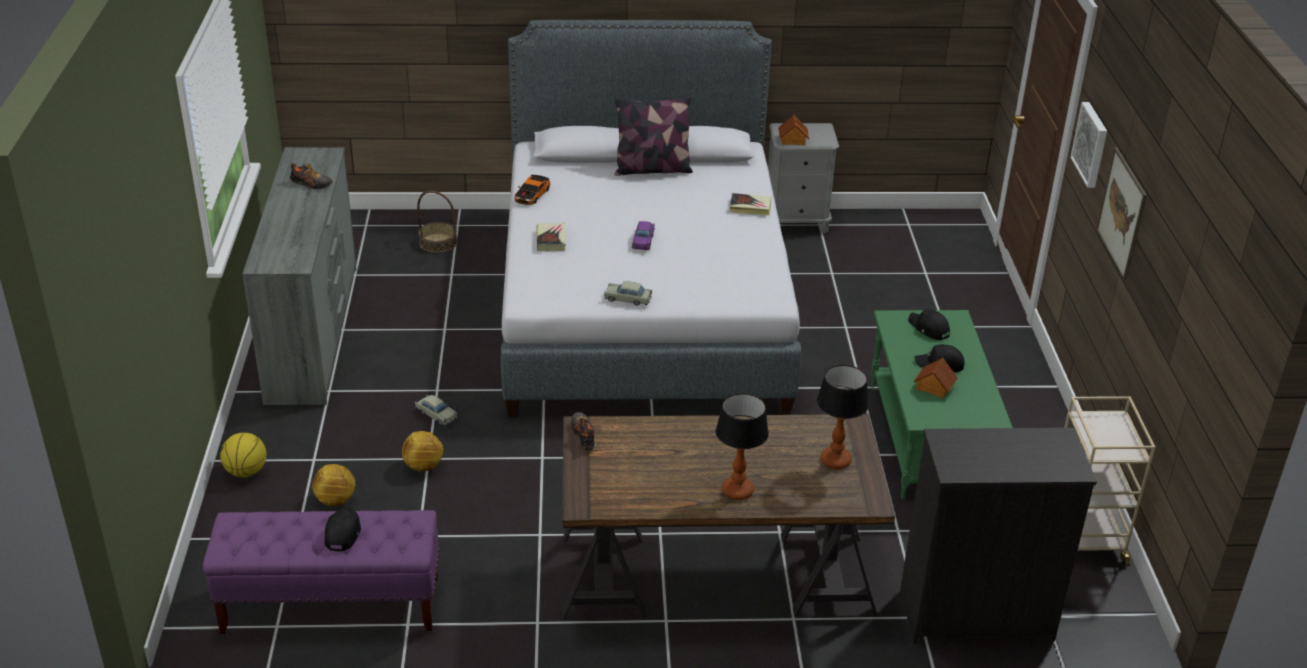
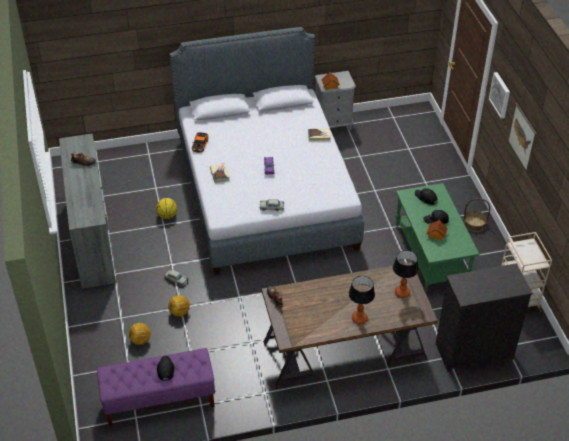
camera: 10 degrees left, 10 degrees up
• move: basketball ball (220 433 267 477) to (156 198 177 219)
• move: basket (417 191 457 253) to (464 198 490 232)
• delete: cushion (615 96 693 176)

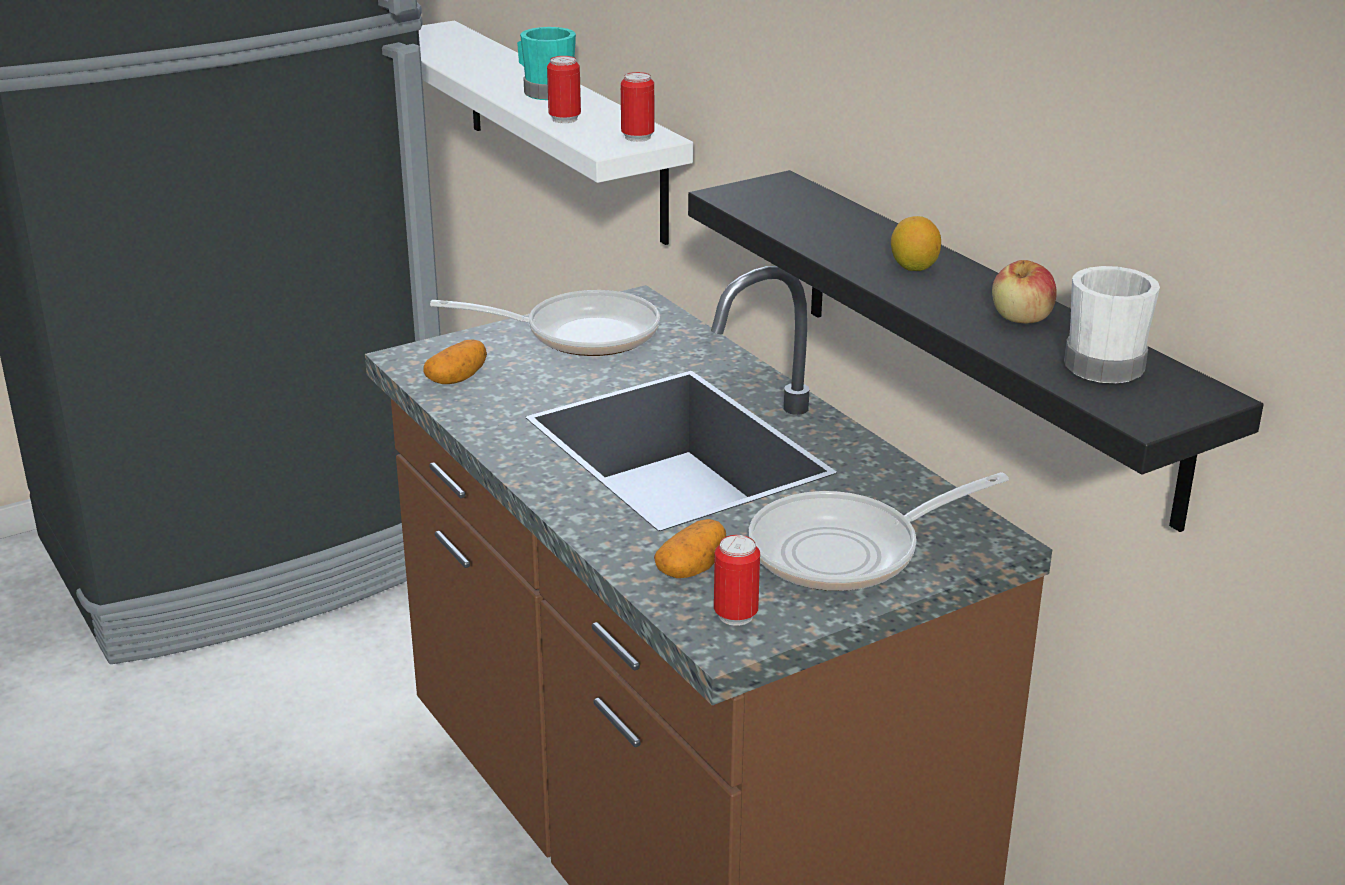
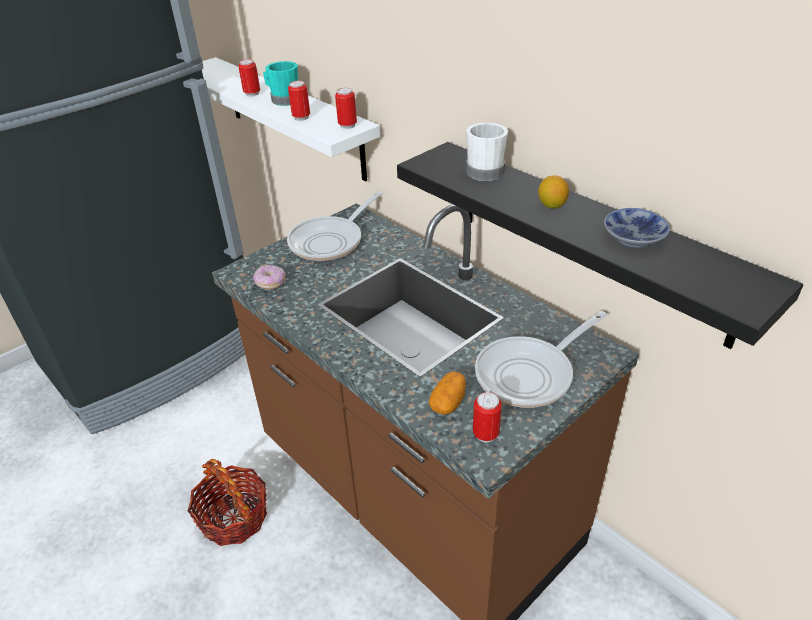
camera: 10 degrees left, 10 degrees up
• replace: spud (423 340 487 384) to doughnut (253 265 285 289)
• rotate: skillet (430 290 660 356) = (287 191 383 261) 135 degrees clockwise
• replace: apple (992 260 1057 324) to serving bowl (604 208 670 248)
• move: white mug (1064 266 1160 383) to (466 122 508 181)
• insert: basket (188 459 267 546)
• insert: sealed can (238 59 260 97)

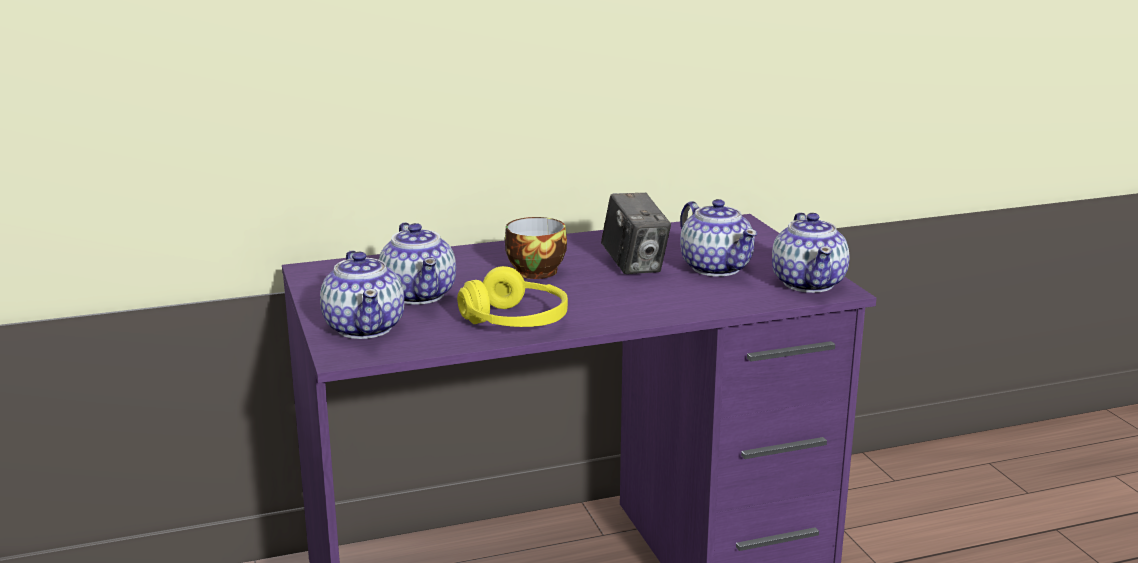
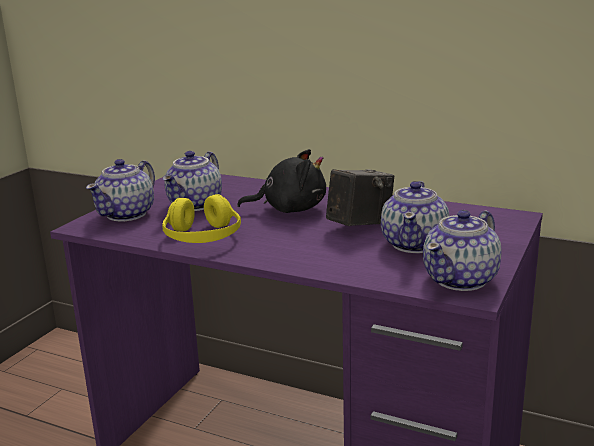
camera: 45 degrees right, 0 degrees up
• replace: cup (505 217 567 279) to black-coloured soft toy (237 149 326 213)
• rotate: photo camera (601 193 671 274) = (326 169 394 226) 150 degrees counterclockwise

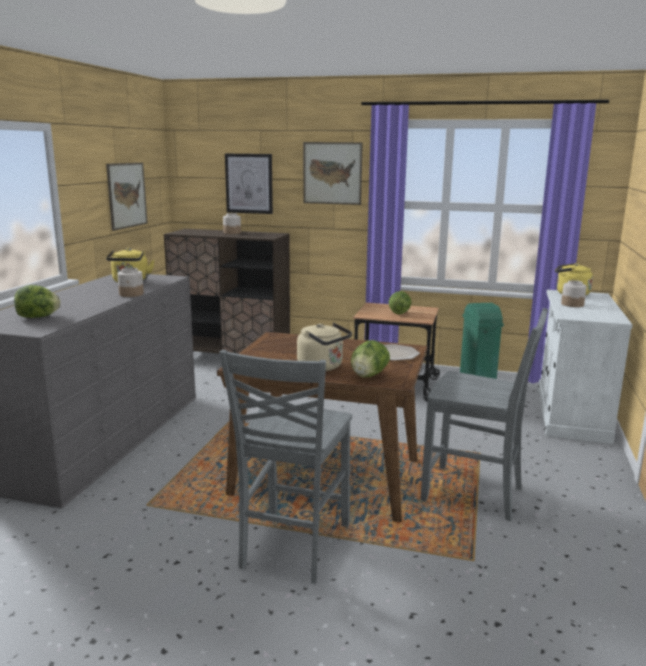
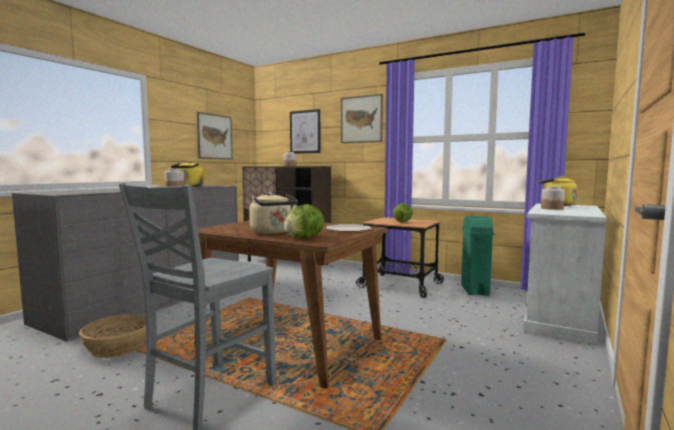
camera: 15 degrees right, 10 degrees down
• delete: head of lettuce (14 285 61 318)
• delete: greyish chair (421 308 548 521)
• insert: basket (79 314 146 358)

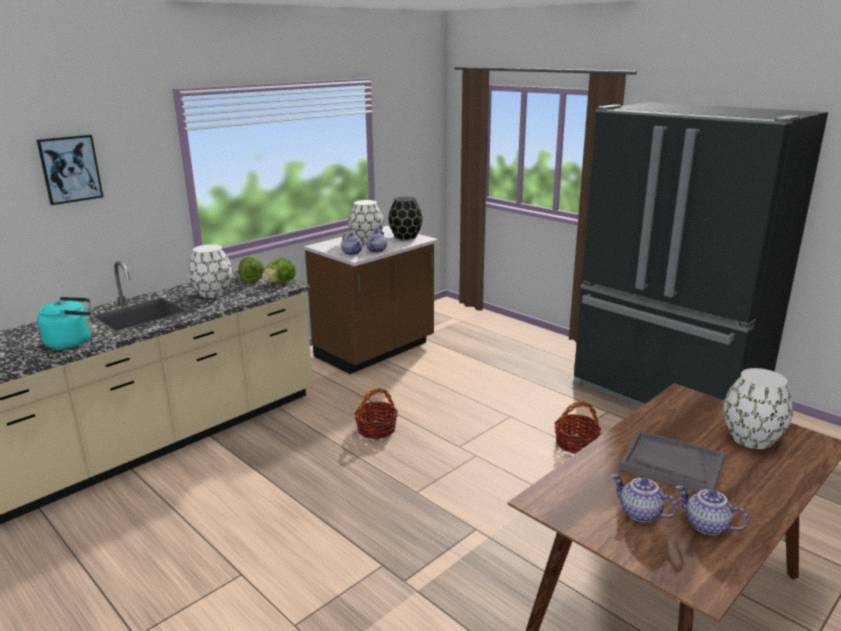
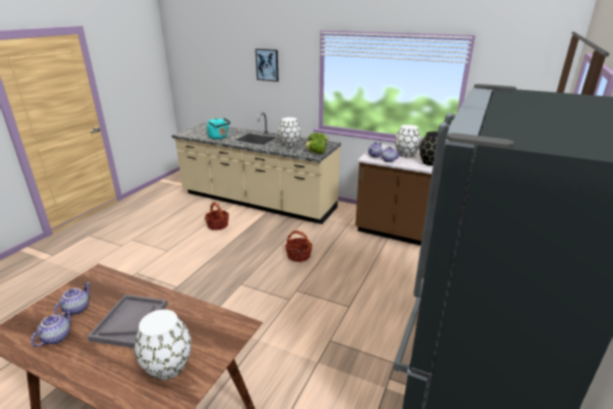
camera: 70 degrees right, 5 degrees up
• move: basket (554 401 602 454) to (205 202 229 230)

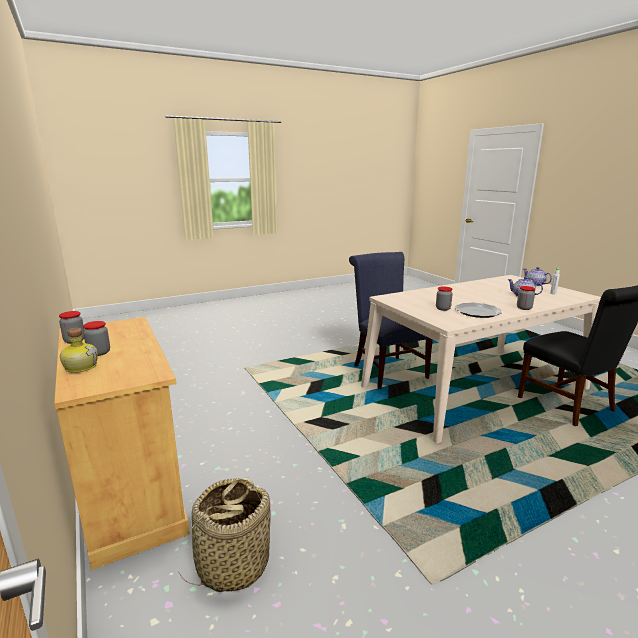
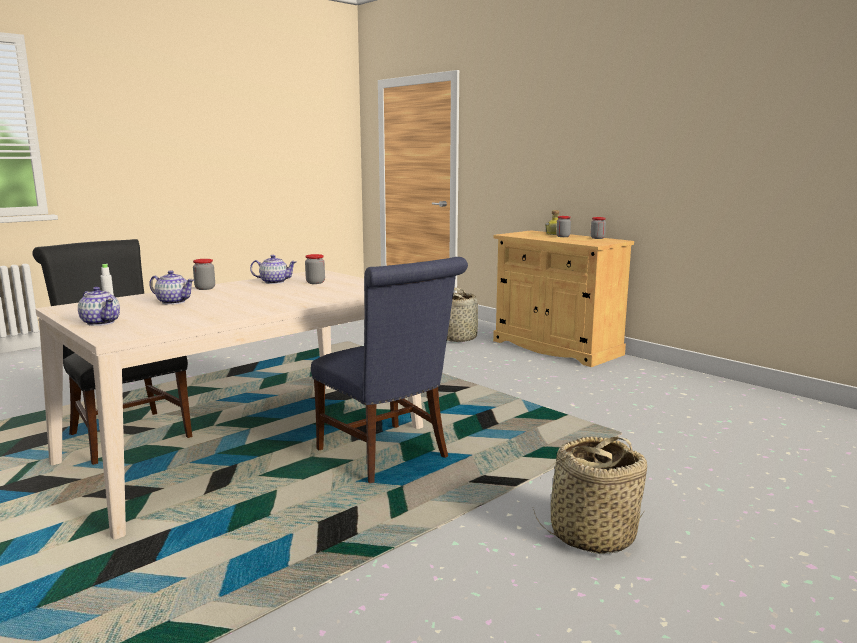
camera: 165 degrees right, 5 degrees down
• replace: dinner plate (455 303 501 318) to tea pot (250 255 296 284)
• insert: basket (533 436 647 554)

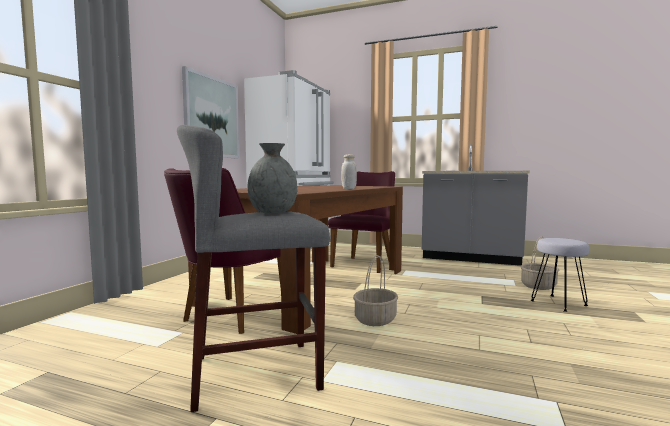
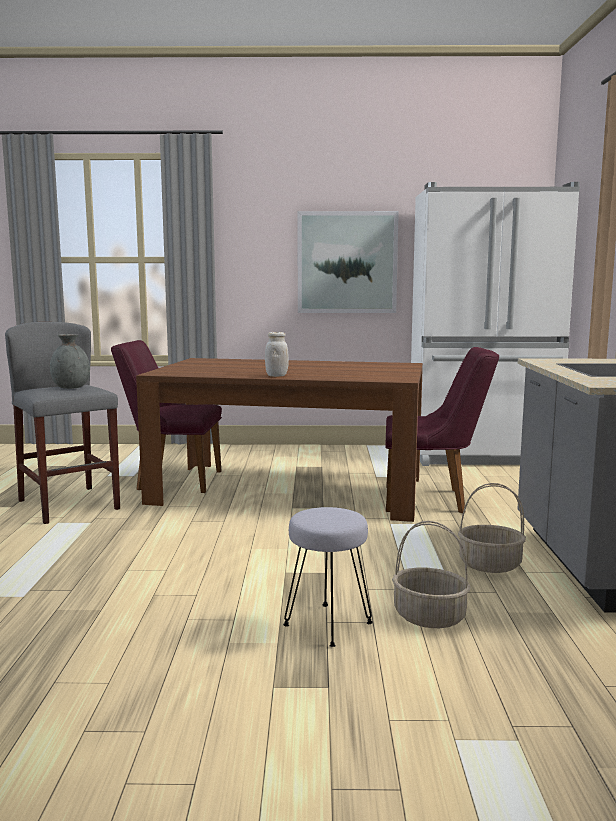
camera: 70 degrees right, 5 degrees up
• move: basket (353 255 398 326) to (458 483 526 573)

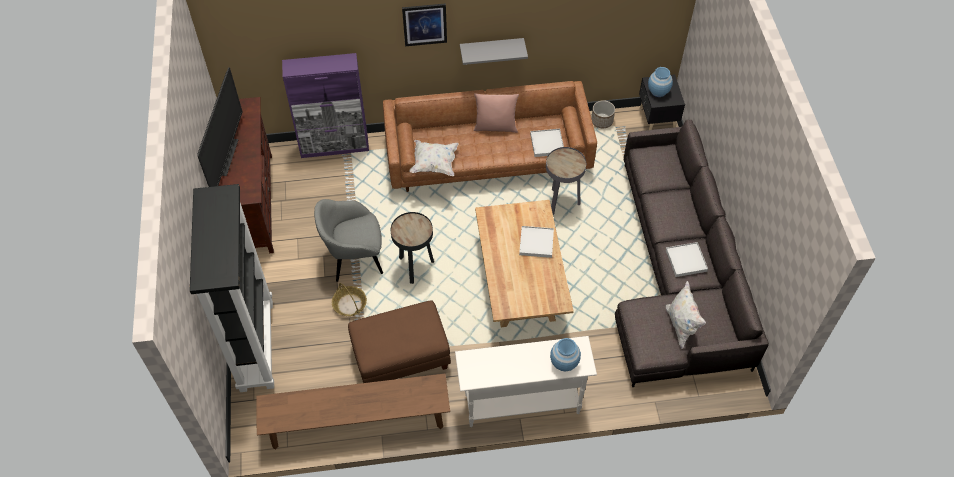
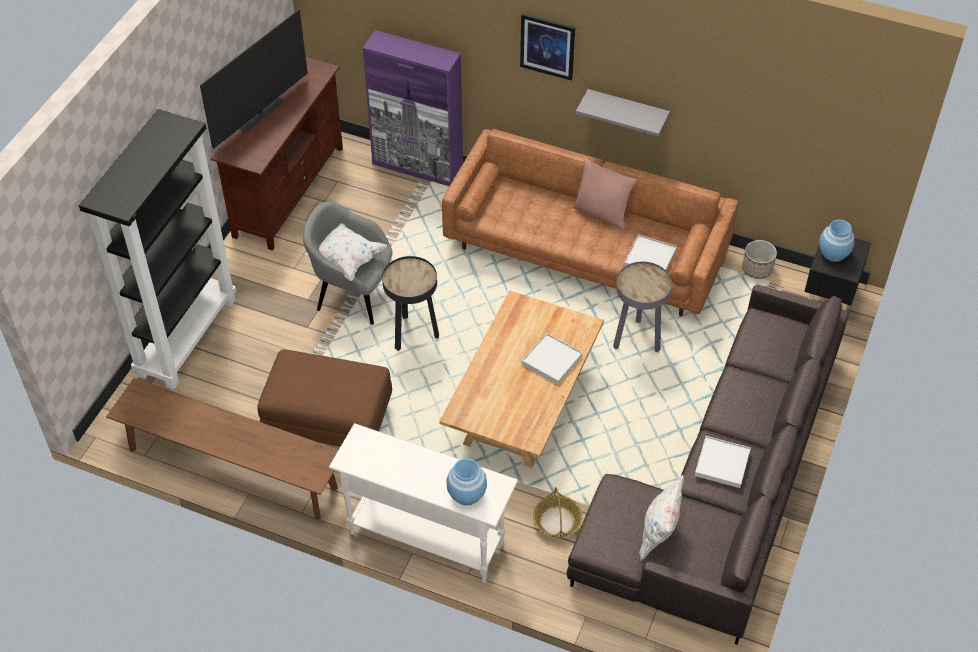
camera: 30 degrees right, 5 degrees down
• move: basket (332 283 367 316) to (533 487 582 537)
• move: white cushion (409 140 459 176) to (305 223 388 281)

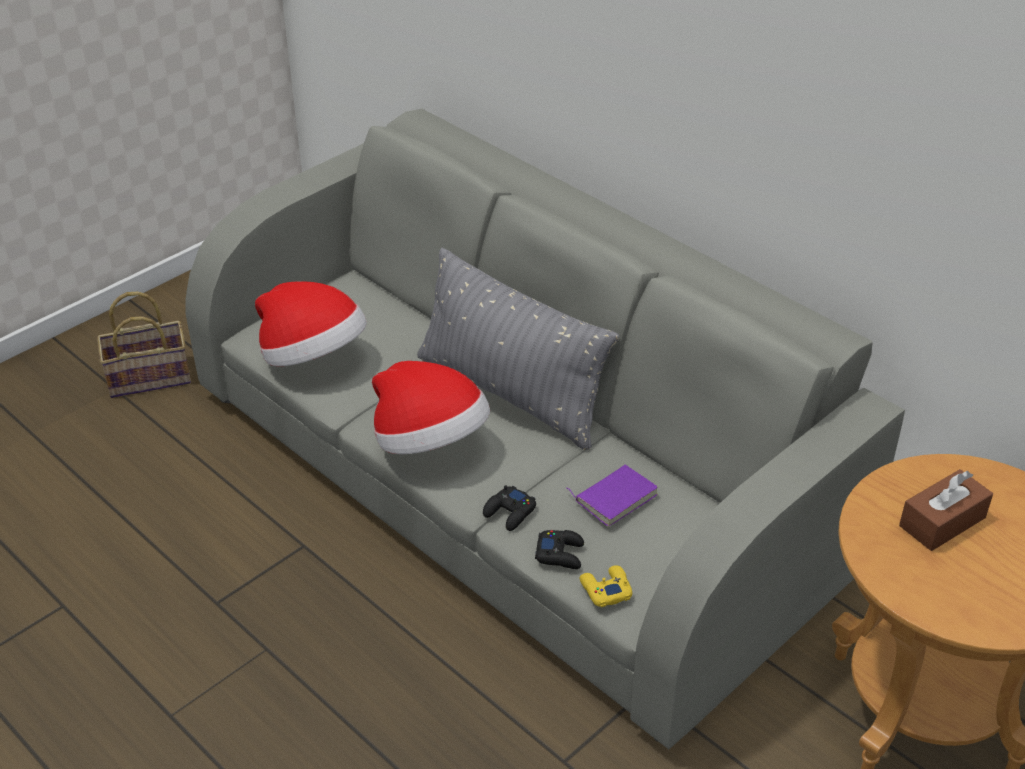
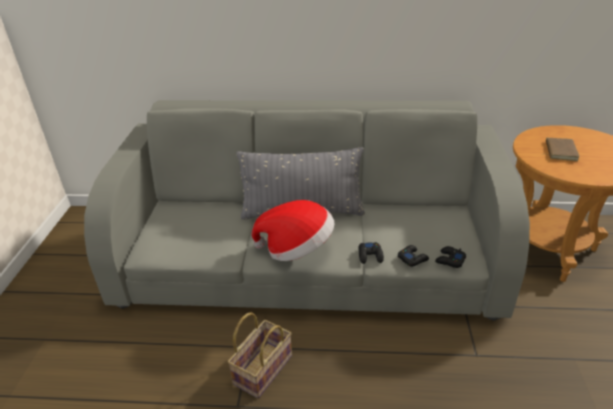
camera: 40 degrees left, 5 degrees down
• move: basket (97 292 191 398) to (228 312 292 398)
• delete: clothing hat (255 281 367 366)
• delete: purple bound book (567 465 658 526)
• recolor: yellow gamepad (580 565 632 607) to black-coloured gamepad (435 246 467 268)
• replace: brown tissue box (899 469 993 551) to brown bound book (546 138 580 161)

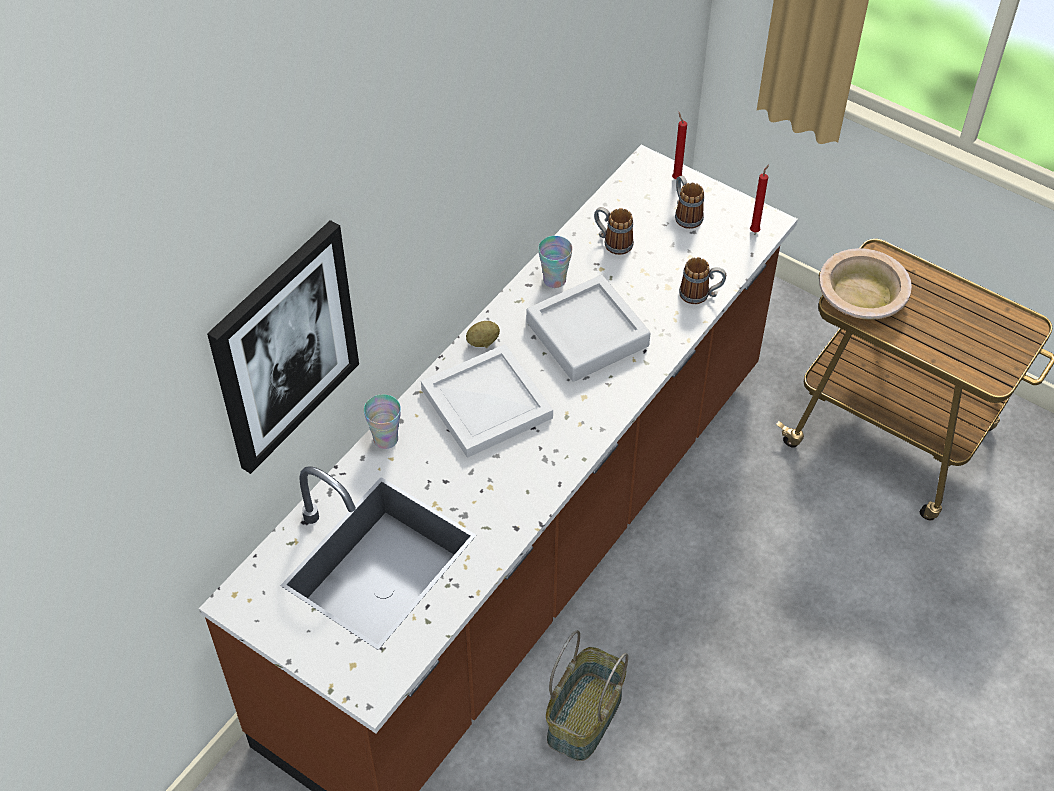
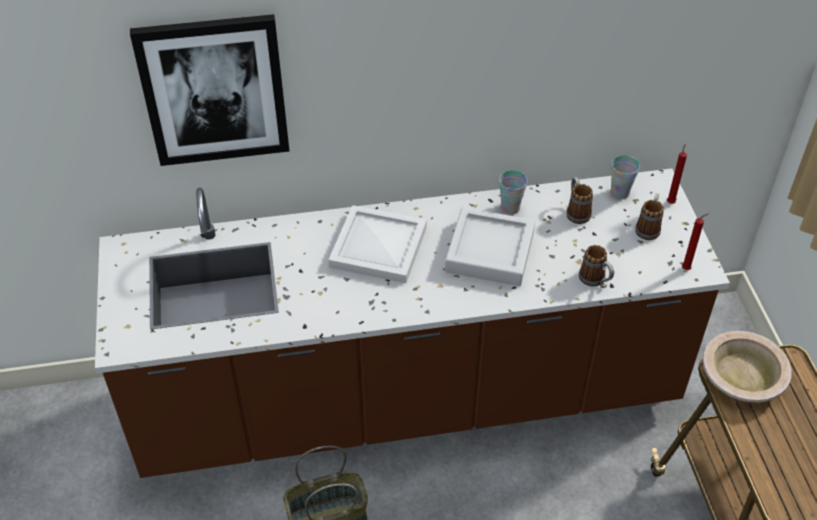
camera: 45 degrees right, 5 degrees down
• move: cup (364 394 401 449) to (611 155 640 199)
• delete: spud (466 321 500 347)

